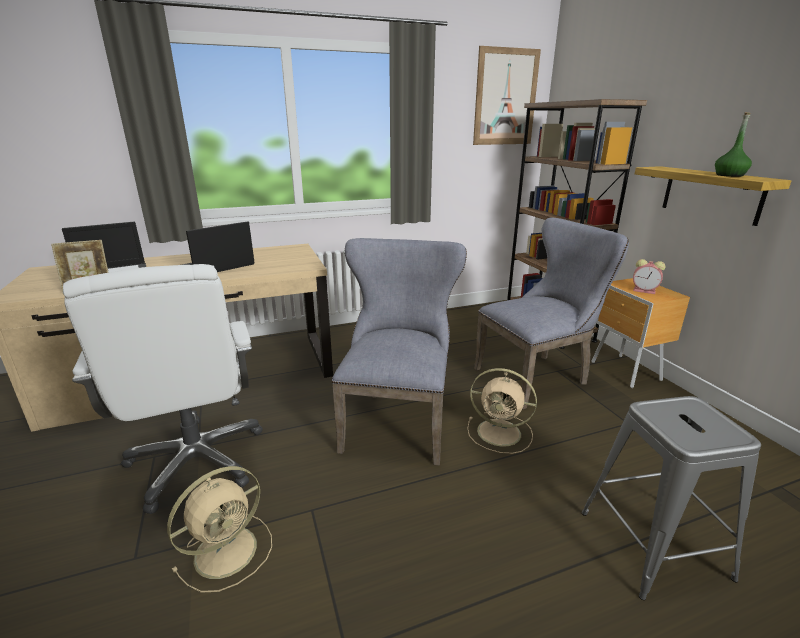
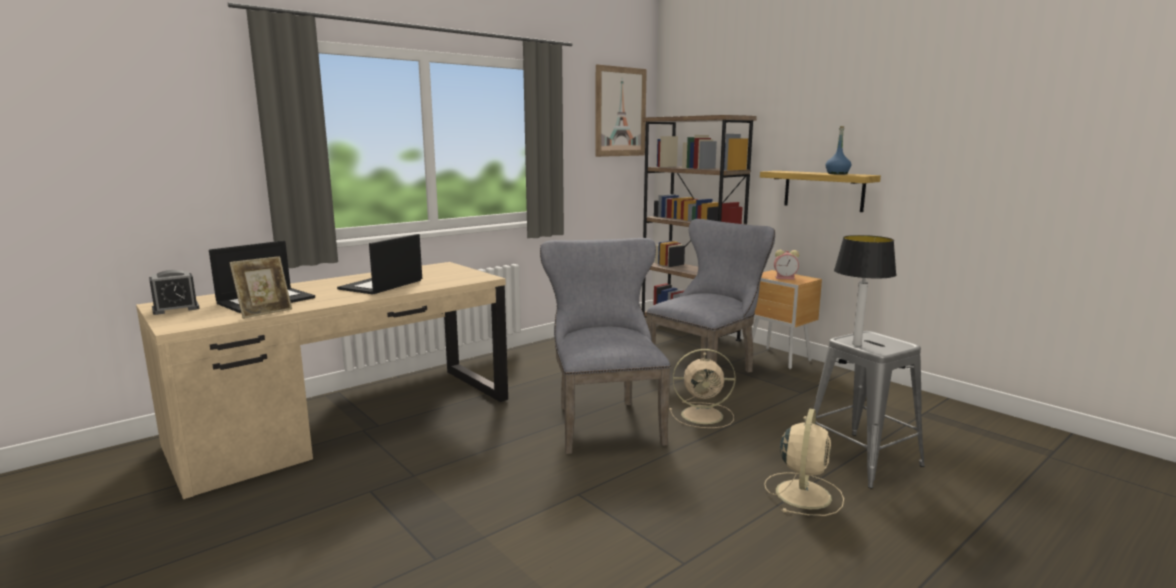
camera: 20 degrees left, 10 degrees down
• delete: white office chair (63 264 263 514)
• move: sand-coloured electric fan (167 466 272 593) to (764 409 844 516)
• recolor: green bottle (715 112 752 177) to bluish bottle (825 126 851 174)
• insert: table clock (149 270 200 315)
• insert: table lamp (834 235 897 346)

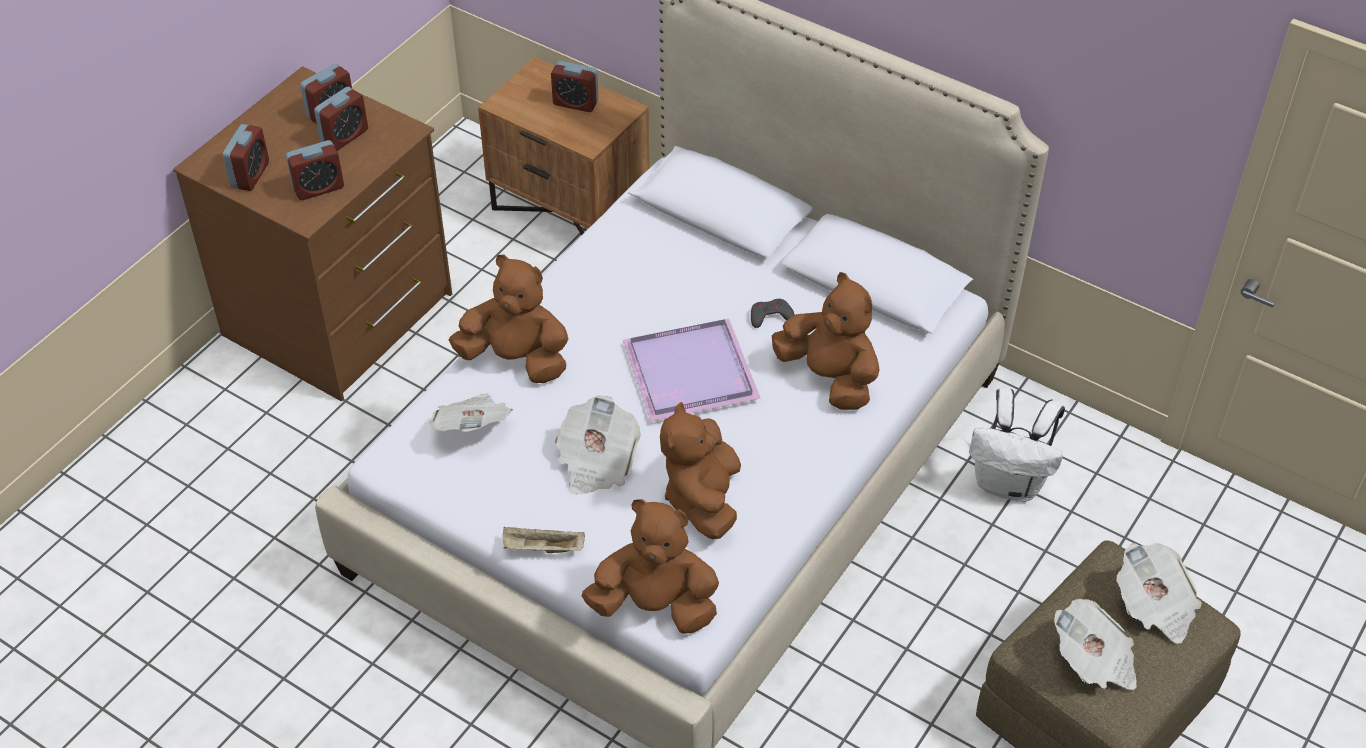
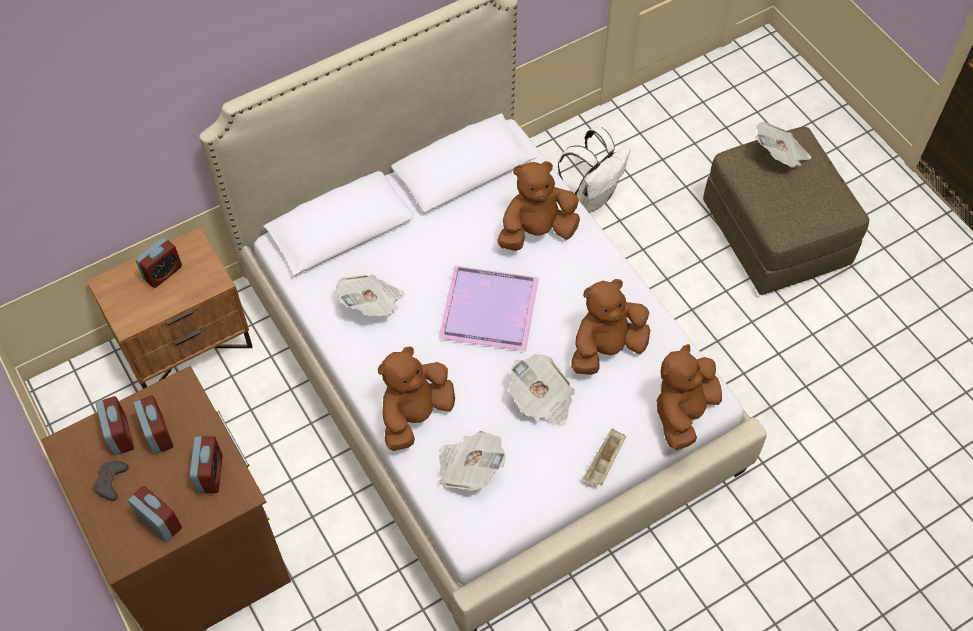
camera: 65 degrees left, 10 degrees up
• rotate: brown soft toy (660 402 741 539) = (571 279 650 375) 120 degrees clockwise
• move: greyish gamepad (751 299 795 328) to (93 461 129 501)
• move: daily paper (1054 599 1137 690) to (336 275 404 316)

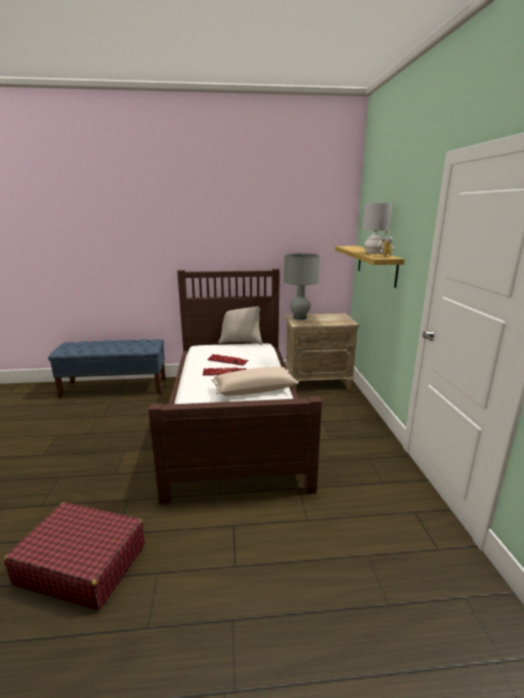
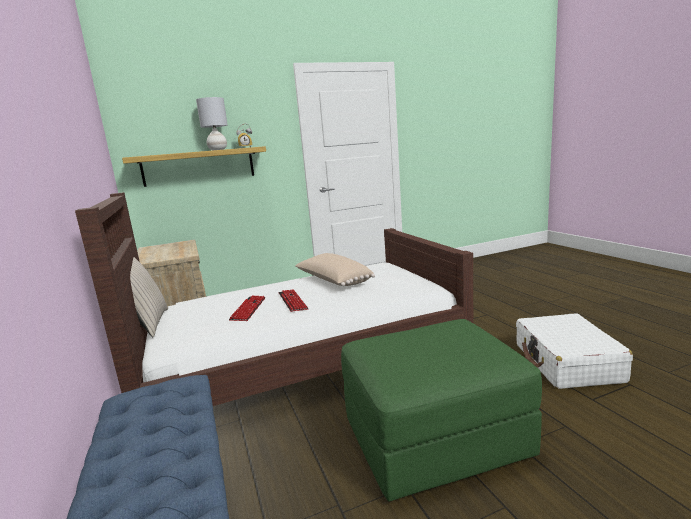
camera: 105 degrees left, 5 degrees down
• recolor: red travel case (4 502 145 610) to white travel case (516 313 633 389)
• delete: greyish table lamp (284 253 320 320)
• insert: green ottoman (341 319 542 502)

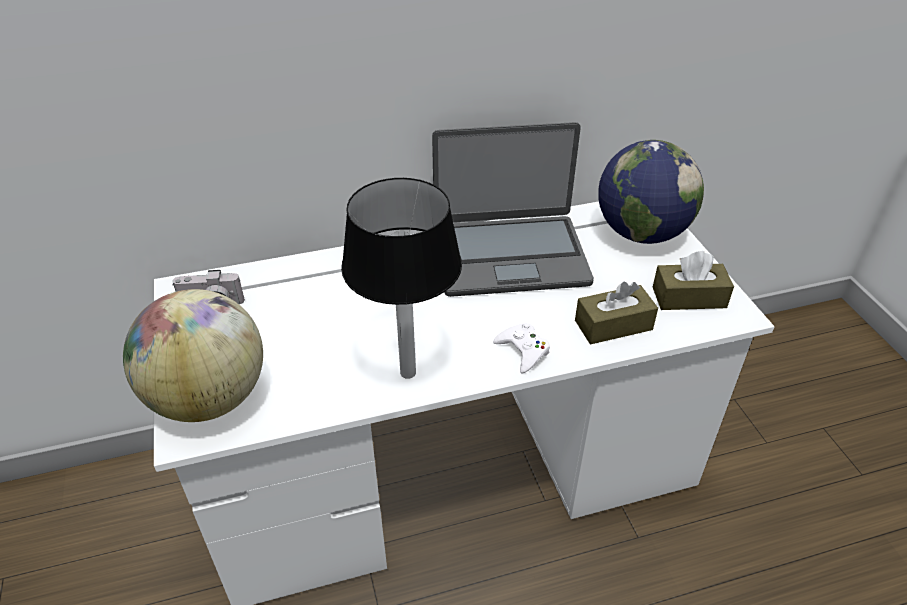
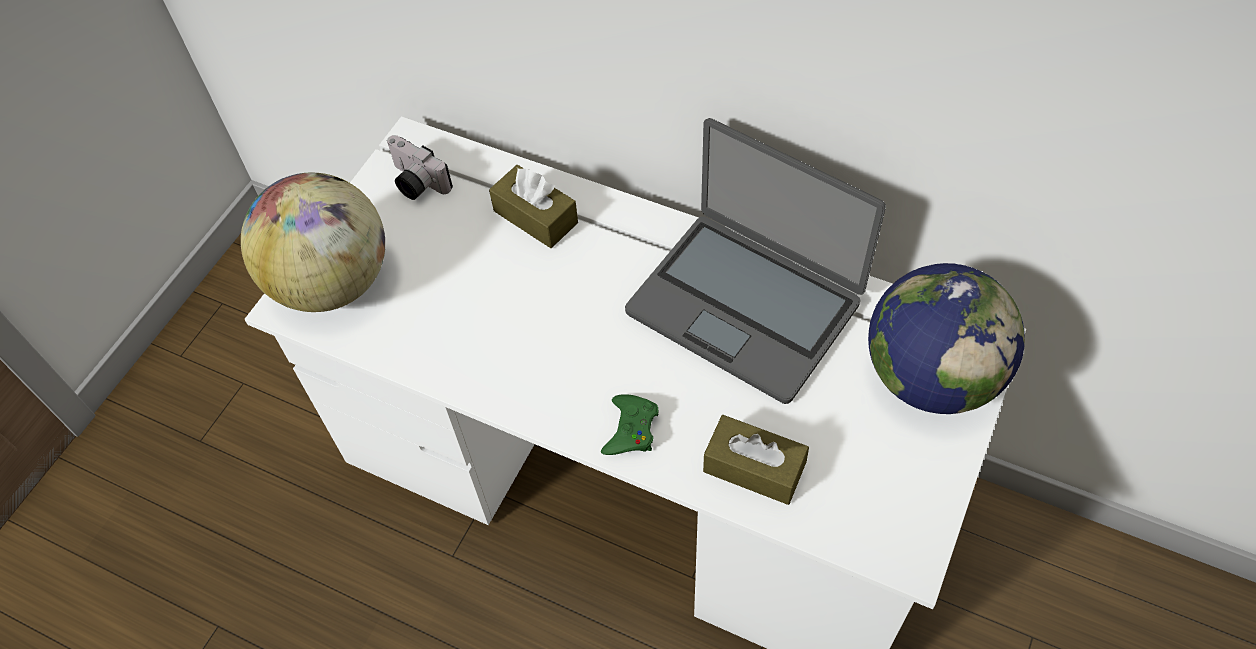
camera: 45 degrees right, 15 degrees up
• delete: table lamp (341 178 462 379)
• recolor: white gamepad (493 323 550 374) to green gamepad (601 394 659 455)
• move: brown tissue box (653 251 734 310) to (489 165 578 248)

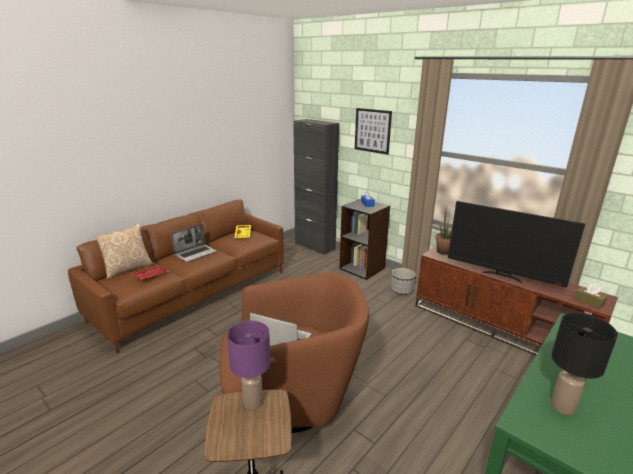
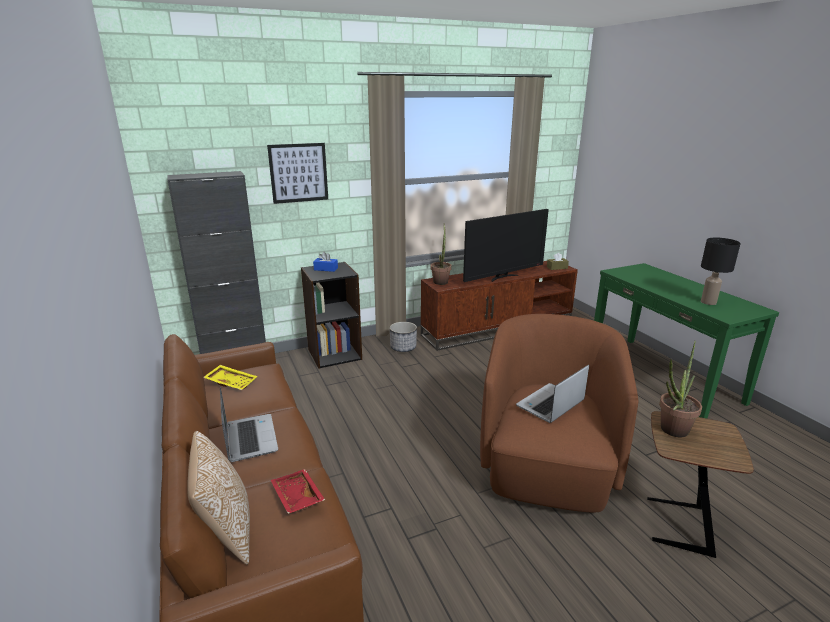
camera: 65 degrees left, 0 degrees up
• replace: purple table lamp (227 321 271 410) to houseplant (659 341 702 437)

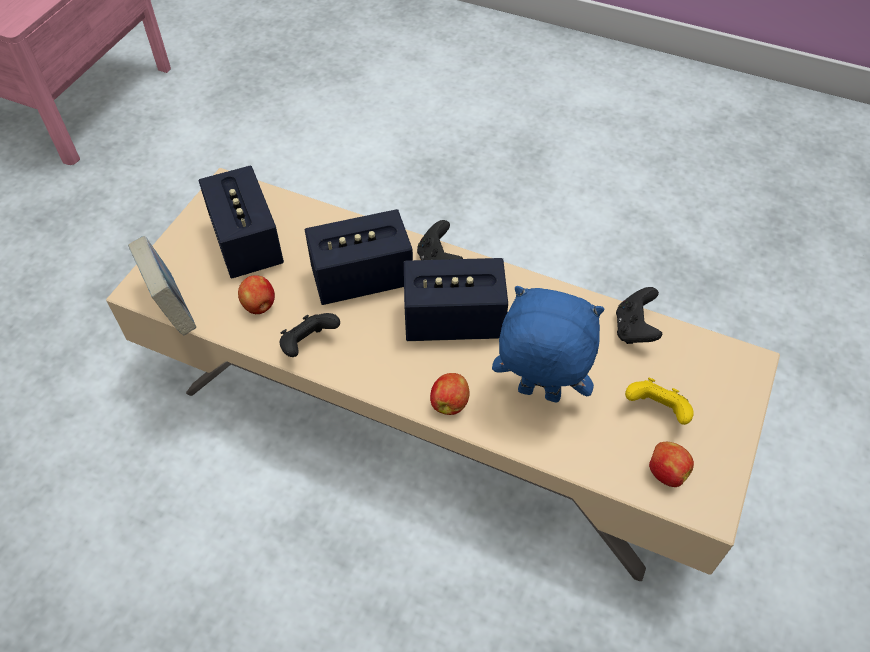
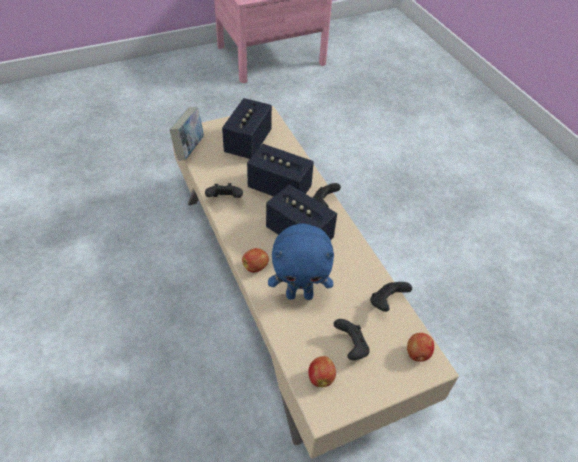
camera: 40 degrees right, 5 degrees down
• move: apple (238 275 275 314) to (407 333 434 362)
• rotate: bluish soft toy (492 286 604 403) = (268 223 334 300) 120 degrees clockwise
• recolor: yellow gamepad (625 378 694 425) to black-coloured gamepad (334 319 370 360)

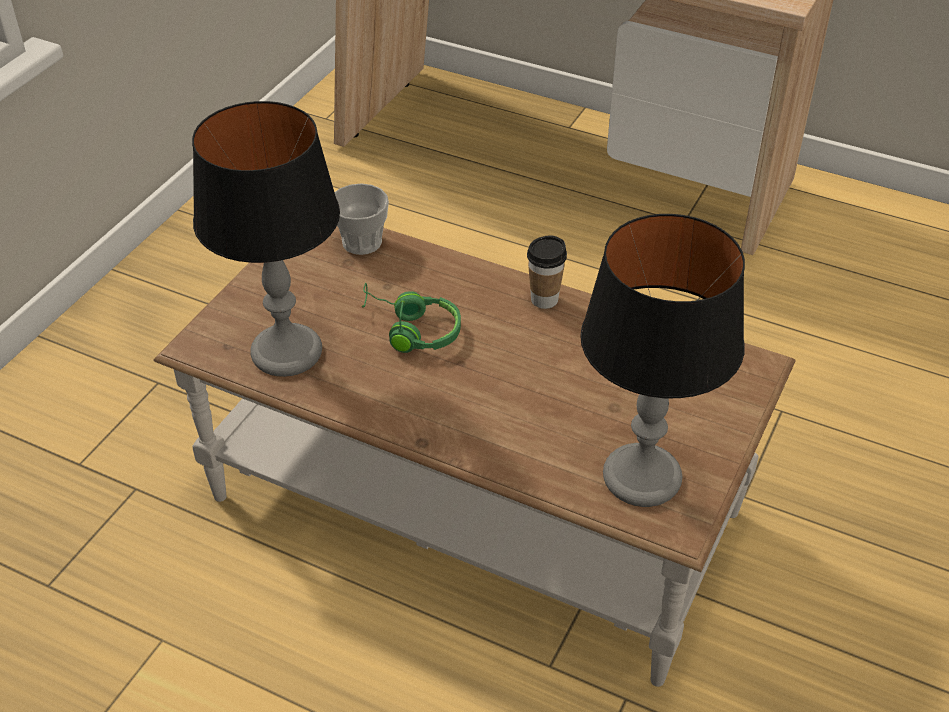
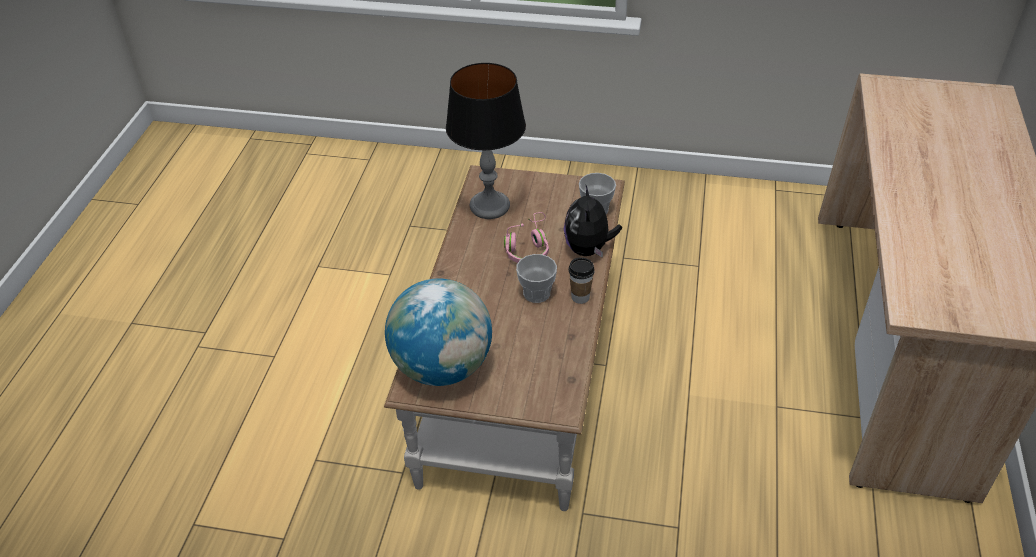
camera: 75 degrees right, 0 degrees up
• recolor: green pair of headphones (362 283 461 353) to pink-coloured pair of headphones (504 212 549 263)
• replace: table lamp (580 214 745 507) to globe (385 278 492 386)
• insert: cup (516 254 557 303)
• insert: soft toy (564 184 622 258)

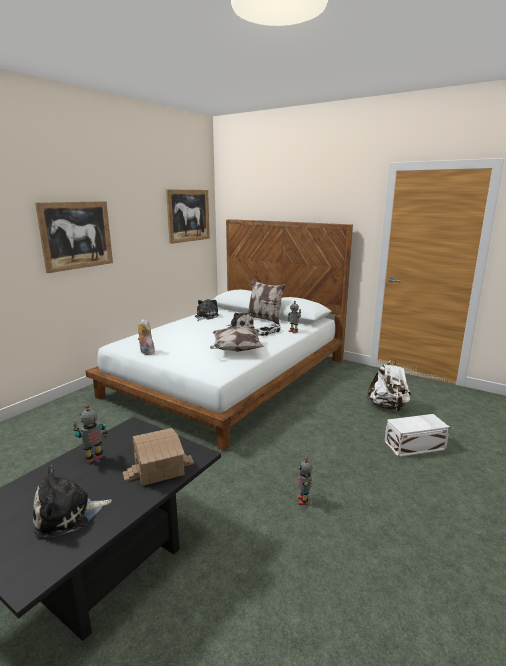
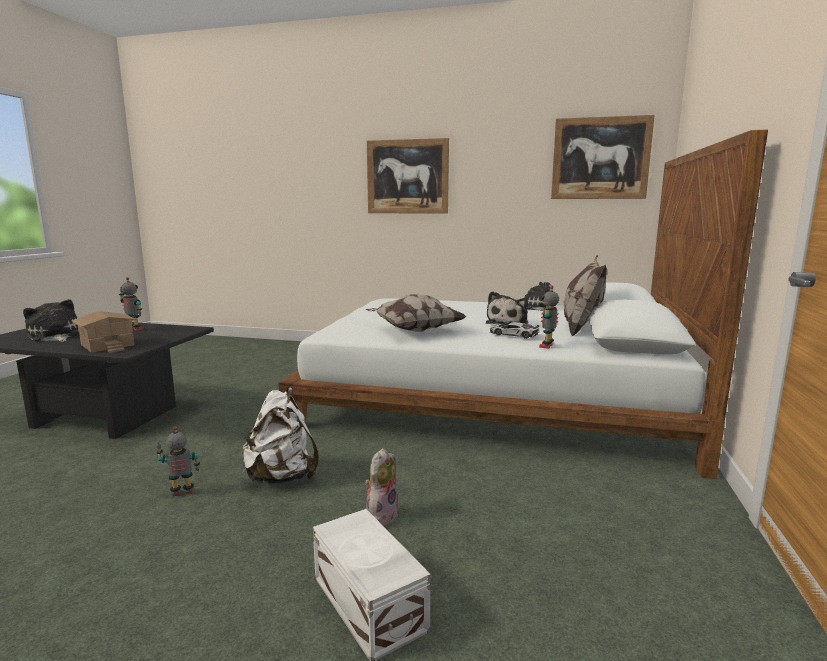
camera: 70 degrees right, 5 degrees down
• move: soft toy (138 319 155 355) to (365 448 398 526)
• move: white knapsack (366 359 411 411) to (242 387 319 484)

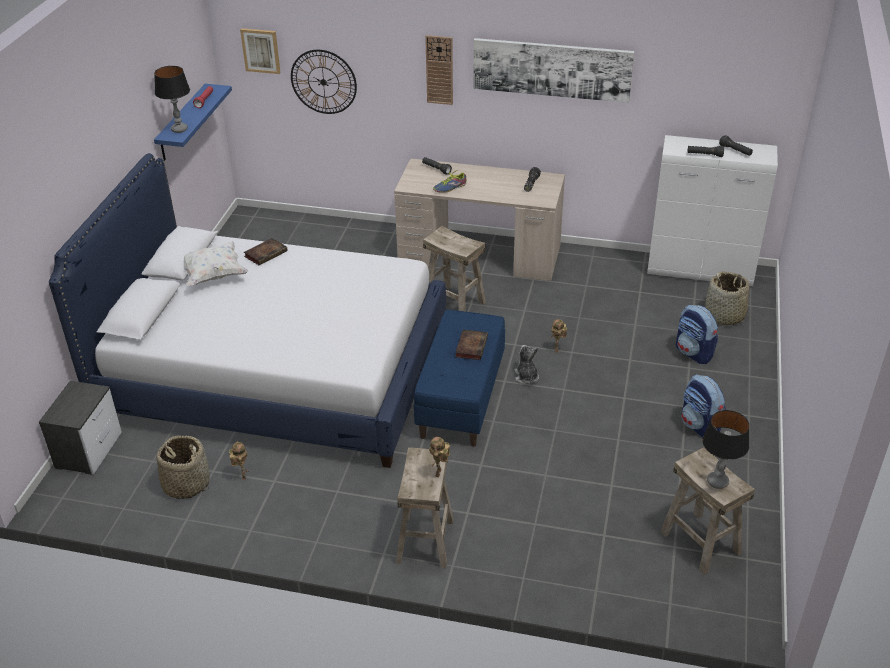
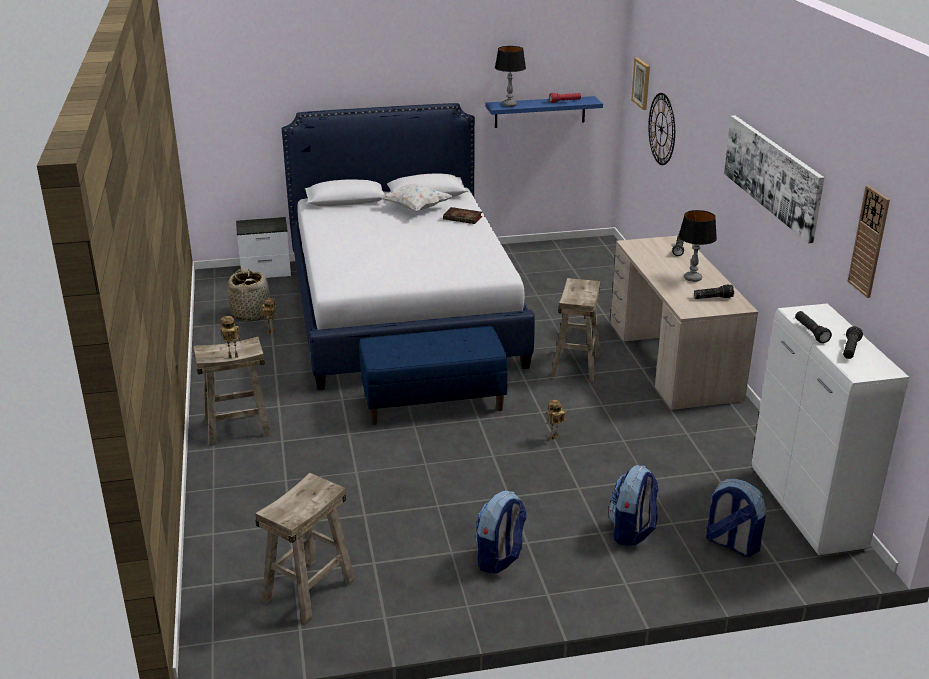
camera: 65 degrees right, 10 degrees down
• move: hanging clock (425 35 453 105) to (847 185 890 298)
• delete: low shoe (433 169 466 193)
• delete: bound book (455 330 488 360)
• delete: soft toy (515 345 539 384)
• move: table lamp (702 410 749 489) to (678 210 717 282)
• replace: basket (705 271 750 325) to knapsack (706 479 766 557)

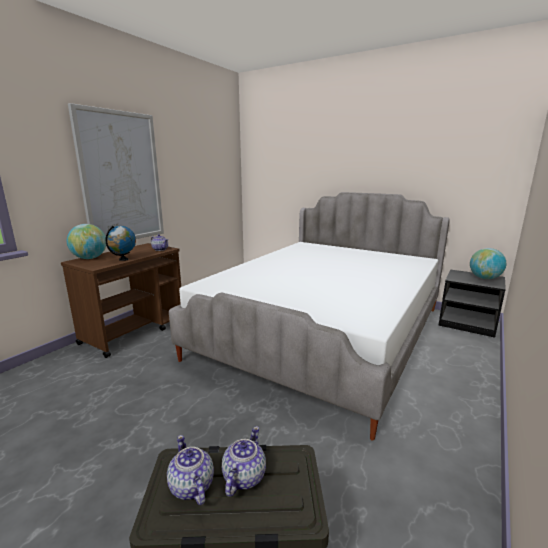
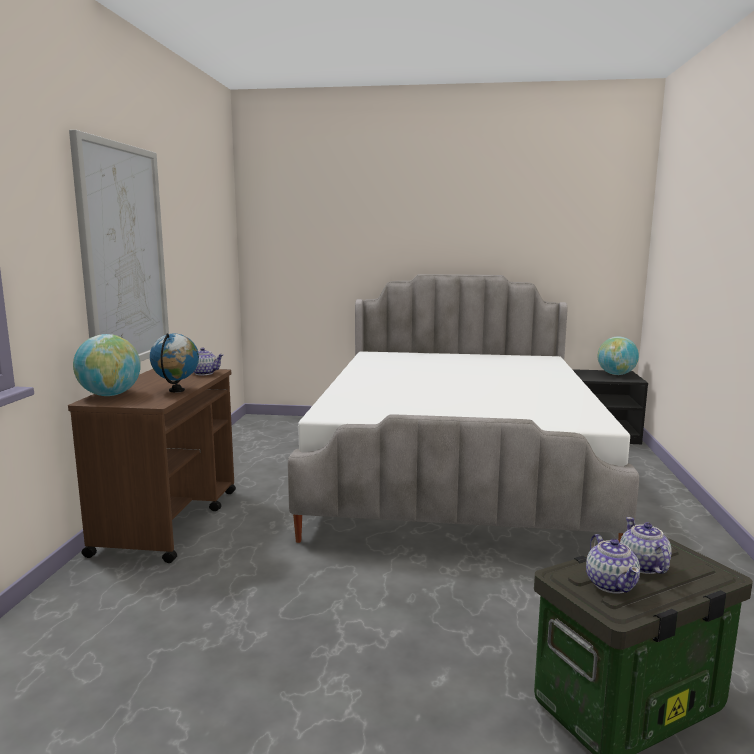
camera: 25 degrees left, 5 degrees down
• rotate: tea pot (167 435 214 505) = (586 534 640 594) 135 degrees counterclockwise

